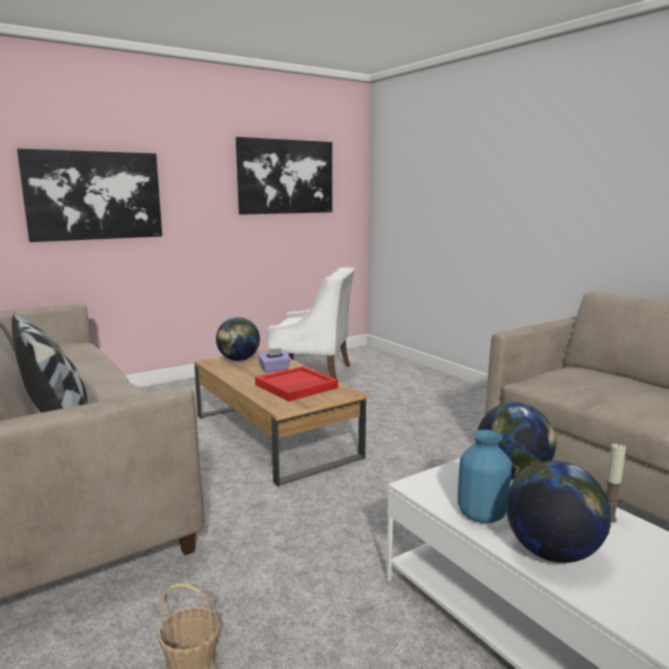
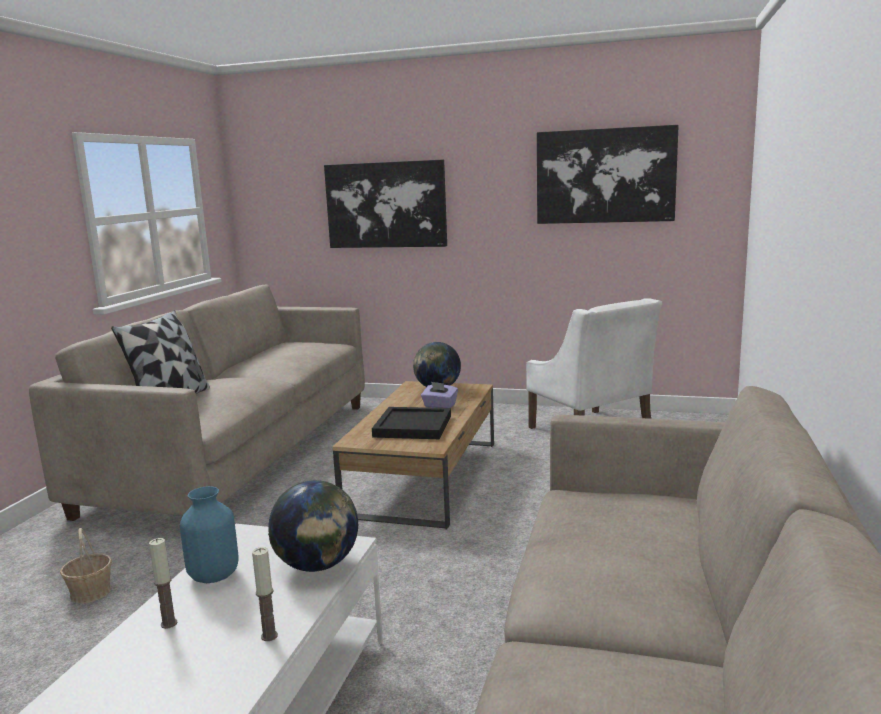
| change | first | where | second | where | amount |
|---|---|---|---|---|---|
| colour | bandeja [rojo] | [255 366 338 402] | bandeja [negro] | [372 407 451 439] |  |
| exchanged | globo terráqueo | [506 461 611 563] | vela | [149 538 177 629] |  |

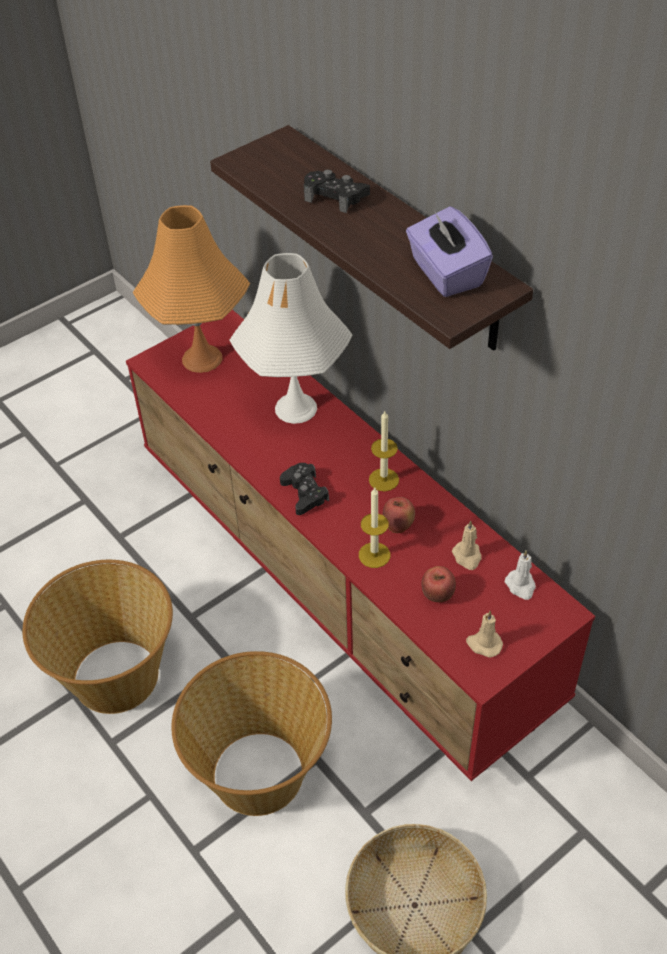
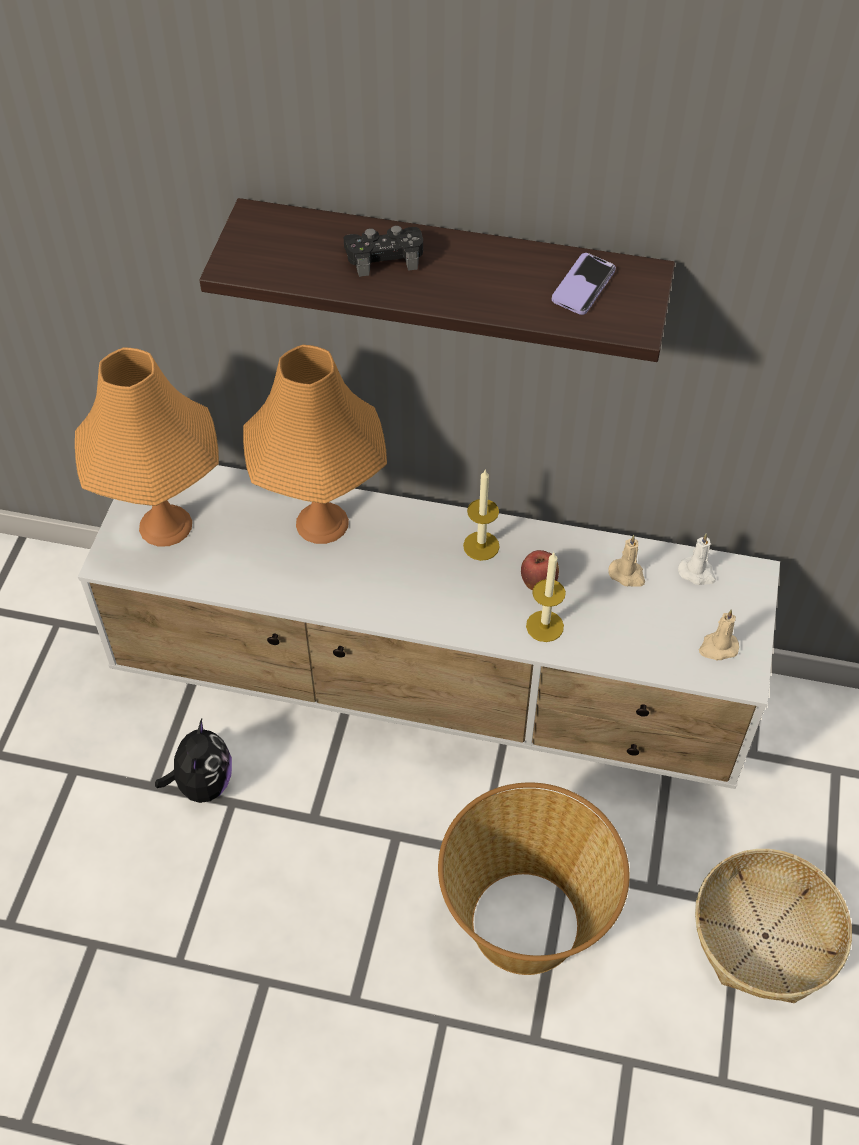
| change | first | where | second | where | amount |
|---|---|---|---|---|---|
| missing | cesta | [22 560 173 714] |  |  |  |
| colour | mueble de televisión [rojo] | [126 310 595 781] | mueble de televisión [blanco] | [78 465 780 789] |  |
| colour | lámpara de mesa [blanco] | [229 253 353 424] | lámpara de mesa [naranja] | [243 345 387 544] |  |
| missing | mando de consola [negro] | [280 463 329 515] |  |  |  |
| exchanged | caja de pañuelos [morado] | [406 206 493 297] | móvil | [551 253 616 315] |  |
| missing | manzana | [422 566 456 602] |  |  |  |
| appeared |  |  | peluche | [155 719 232 803] |  |

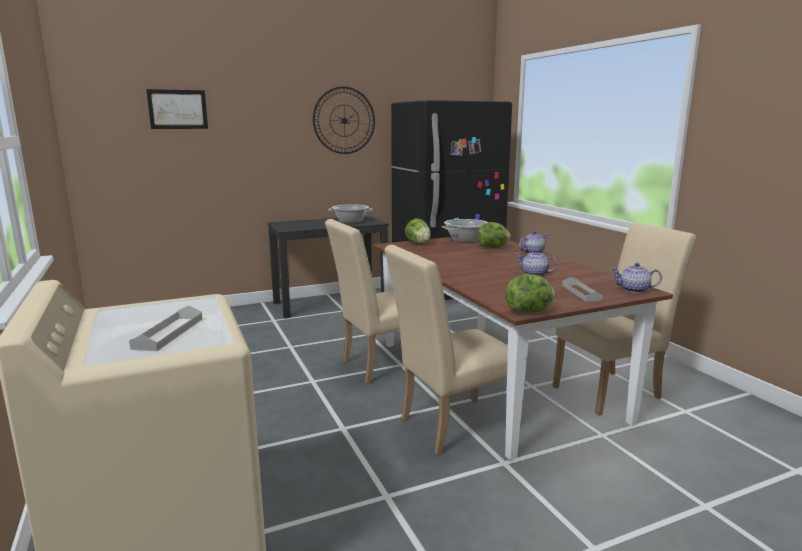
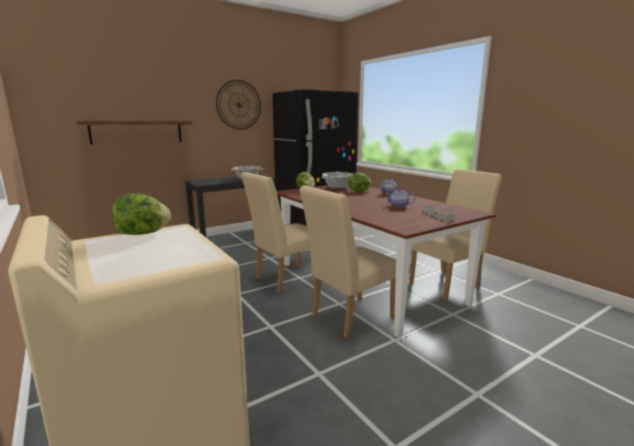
| change | first | where | second | where | amount |
|---|---|---|---|---|---|
| missing | bandeja [gris] | [129 305 202 351] |  |  |  |
| missing | cuadro | [146 89 208 129] |  |  |  |
| relocated | lechuga | [505 274 555 313] |  | [112 193 171 235] |  |
| missing | tetera | [611 263 662 293] |  |  |  |
| appeared |  |  | estante | [77 121 192 145] |  |

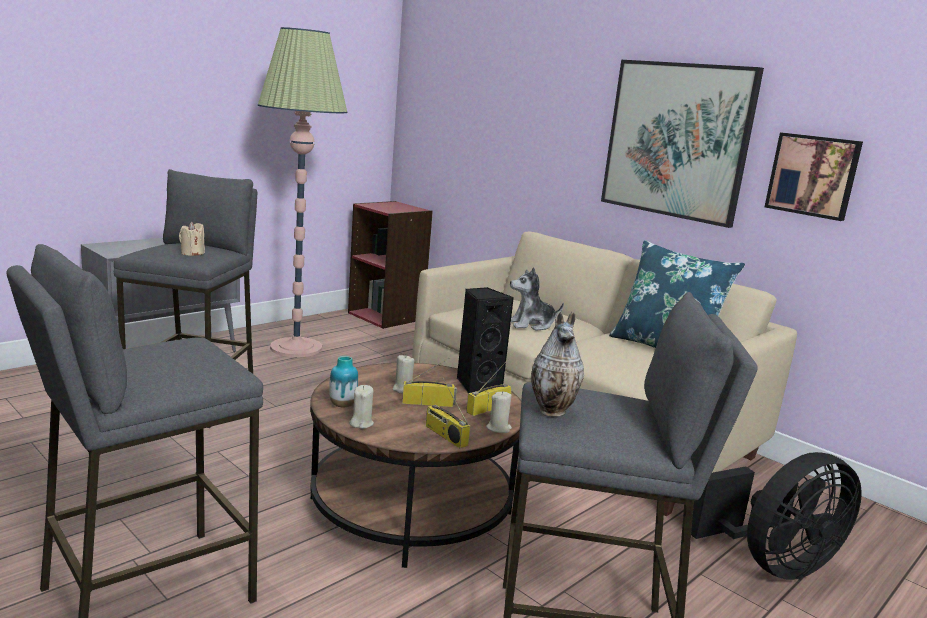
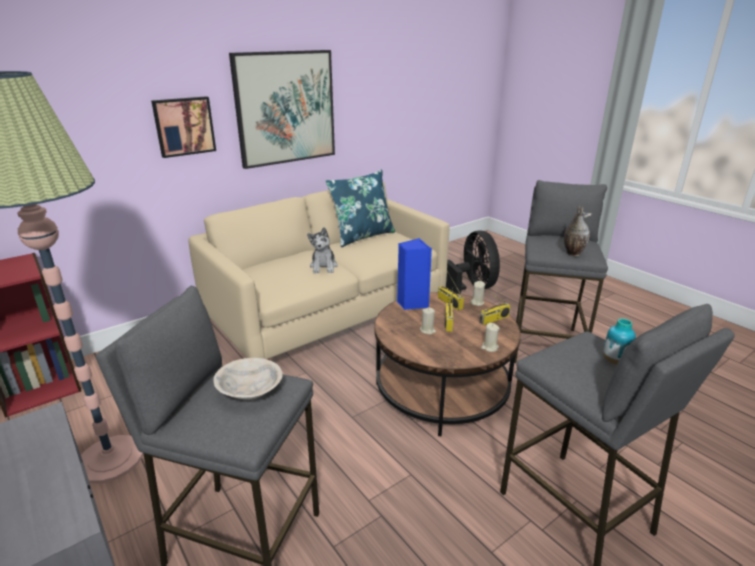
| change | first | where | second | where | amount |
|---|---|---|---|---|---|
| exchanged | vela [beis] | [179 222 205 256] | cuenco [beis] | [213 358 283 400] |  |
| relocated | florero | [329 356 358 408] |  | [603 318 636 365] |  |
| colour | altavoz [negro] | [457 287 514 393] | altavoz [azul] | [397 238 432 310] |  |
| relocated | cuadro | [765 133 863 221] |  | [151 96 216 158] |  |

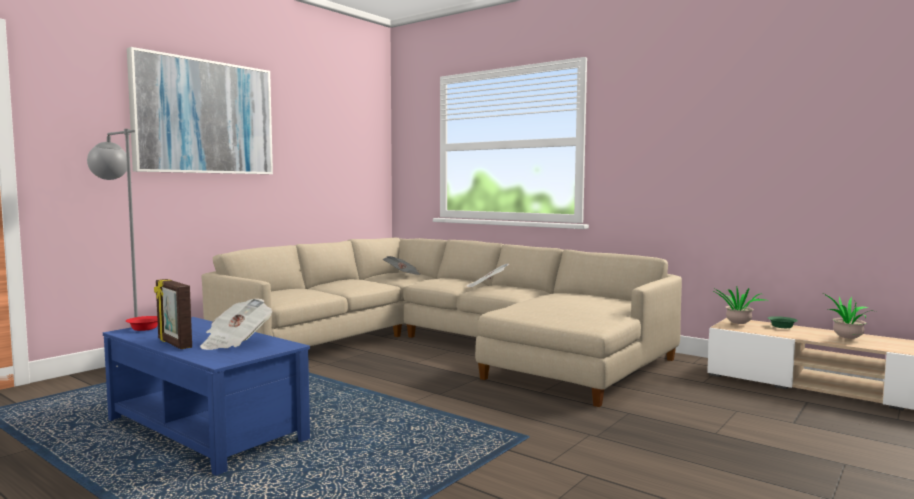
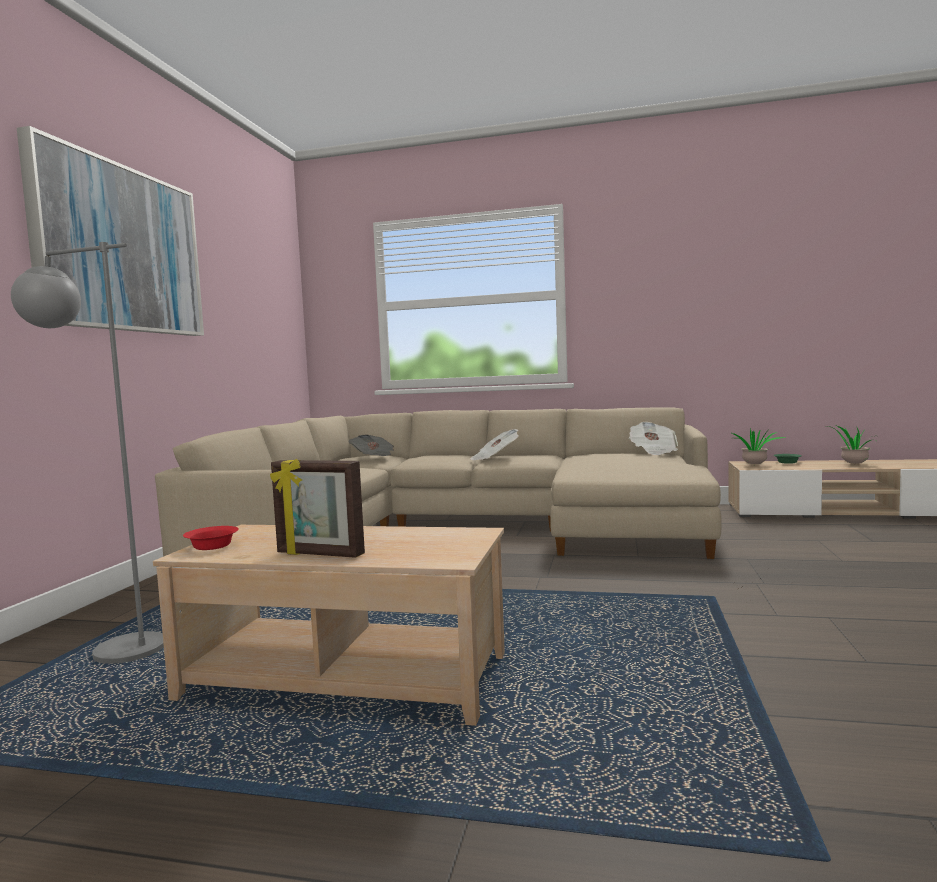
| change | first | where | second | where | amount |
|---|---|---|---|---|---|
| colour | mesa de centro [azul] | [103 317 310 476] | mesa de centro [beis] | [153 525 505 726] |  |
| relocated | periódico | [200 298 272 350] |  | [629 422 678 455] |  |

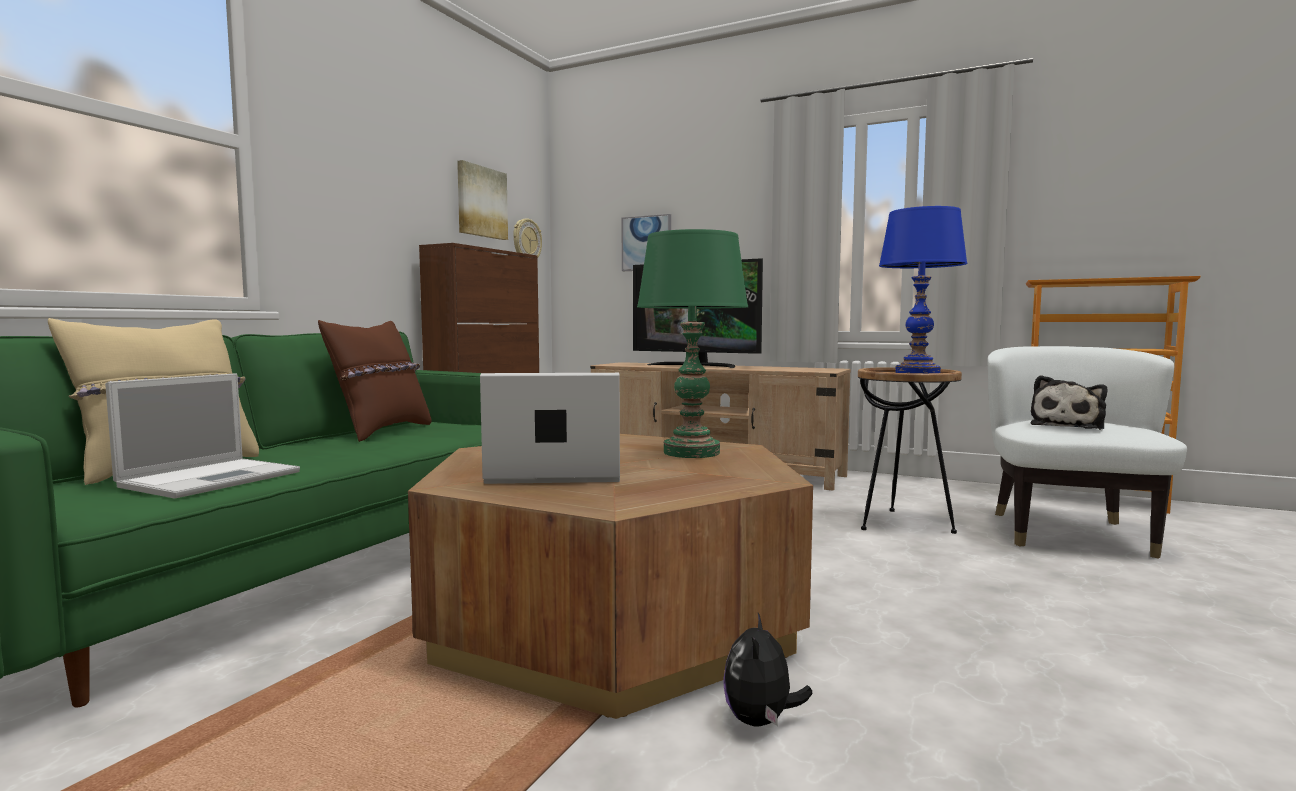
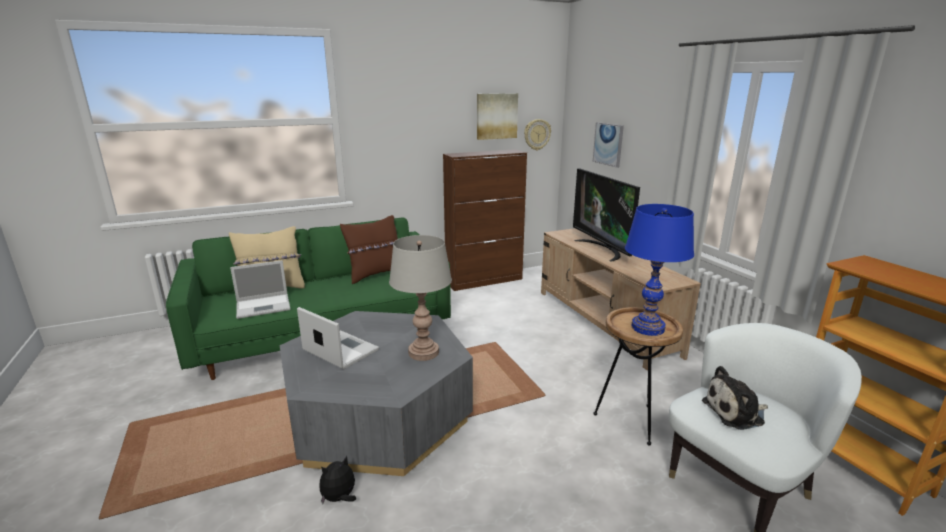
| change | first | where | second | where | amount |
|---|---|---|---|---|---|
| colour | mesa de centro [marrón] | [408 434 813 719] | mesa de centro [gris] | [280 311 473 476] |  |
| colour | lámpara de mesa [verde] | [637 229 748 458] | lámpara de mesa [gris] | [389 235 452 361] |  |

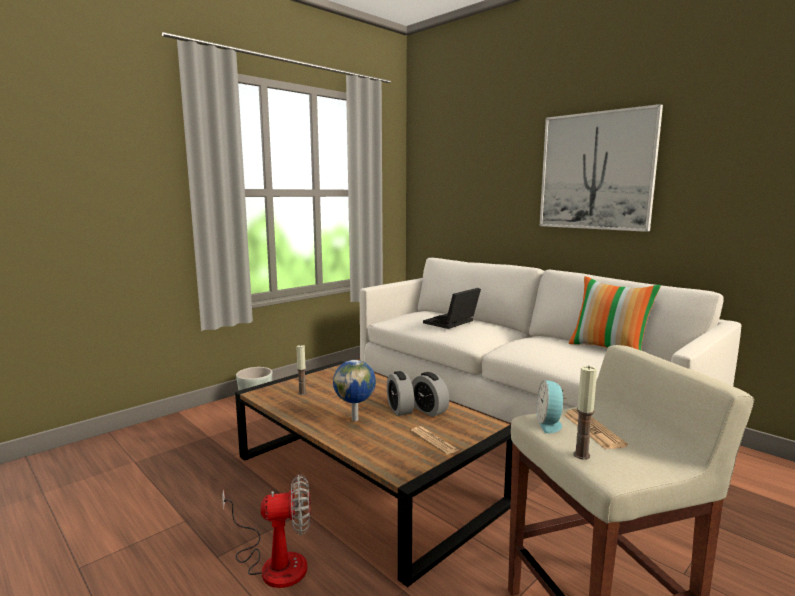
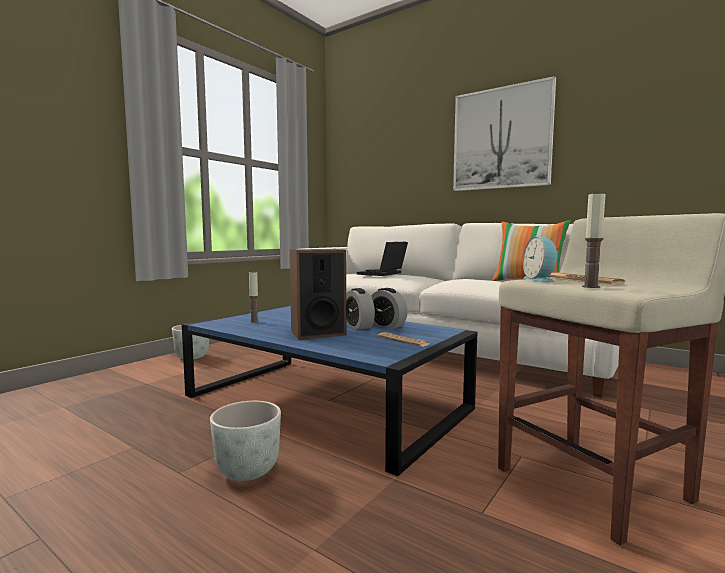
| change | first | where | second | where | amount |
|---|---|---|---|---|---|
| exchanged | ventilador | [222 475 311 588] | maceta [gris] | [210 401 281 481] |  |
| colour | mesa de centro [marrón] | [235 361 512 587] | mesa de centro [azul] | [182 306 477 476] |  |
| exchanged | globo terráqueo | [333 360 376 421] | altavoz | [290 249 346 339] |  |

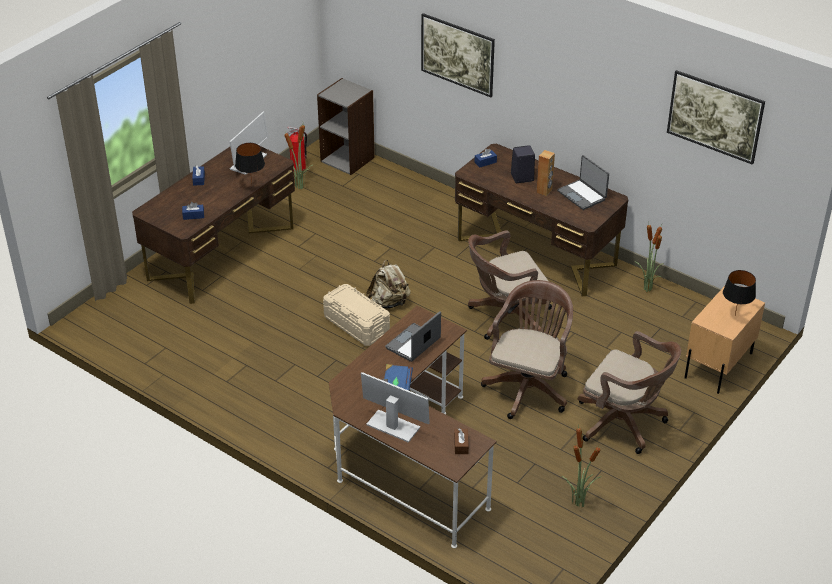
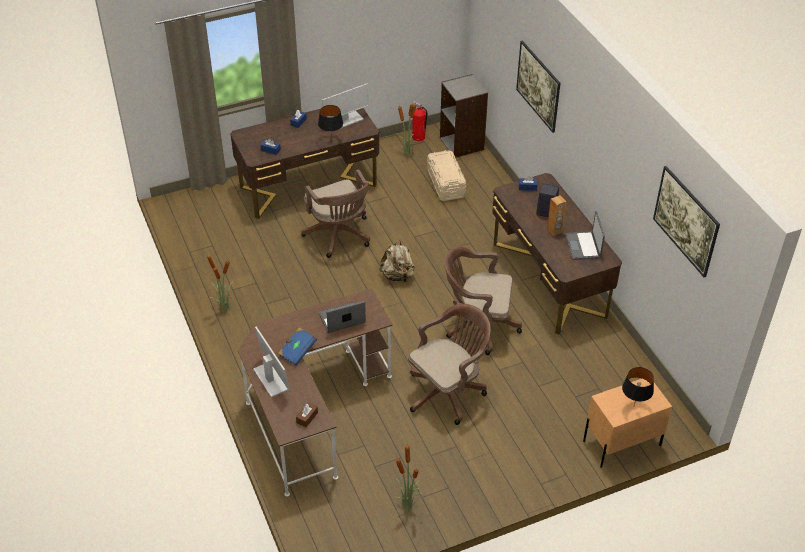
| change | first | where | second | where | amount |
|---|---|---|---|---|---|
| relocated | caja de almacenaje [beis] | [323 284 390 346] |  | [427 150 466 201] |  |
| relocated | silla de oficina [marrón] | [578 331 681 454] |  | [301 169 370 258] |  |
| relocated | planta en maceta | [634 222 663 293] |  | [207 253 233 313] |  |

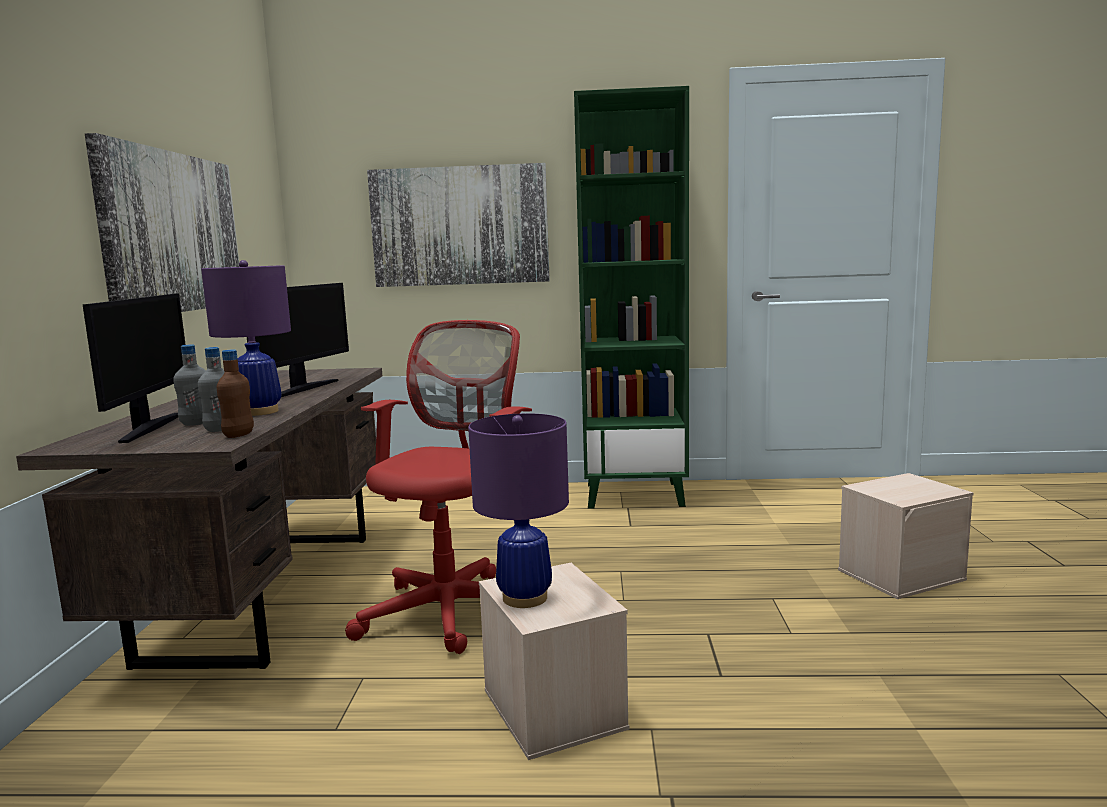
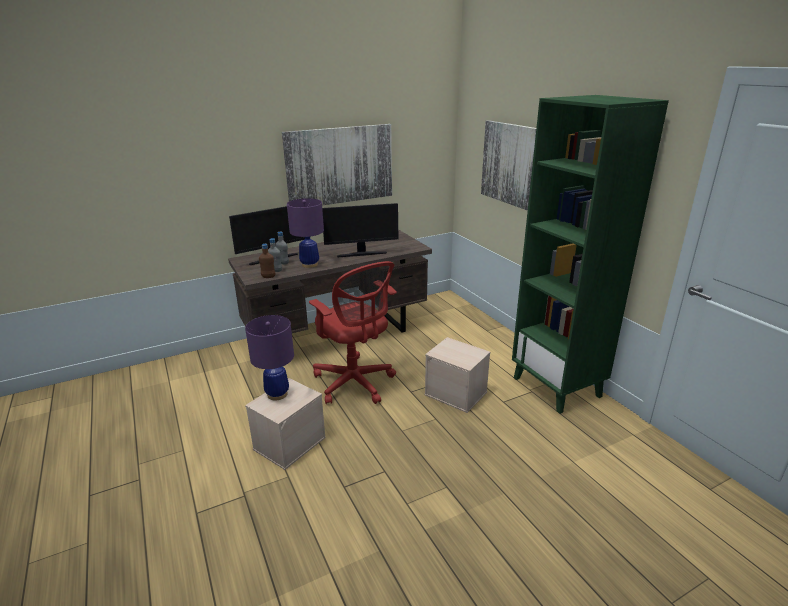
| change | first | where | second | where | amount |
|---|---|---|---|---|---|
| spun | silla de oficina [rojo] | [345 320 532 654] |  | [309 261 397 404] | 60 degrees clockwise |
| relocated | caja de almacenaje [beis] | [838 473 973 599] |  | [424 337 490 413] |  |

